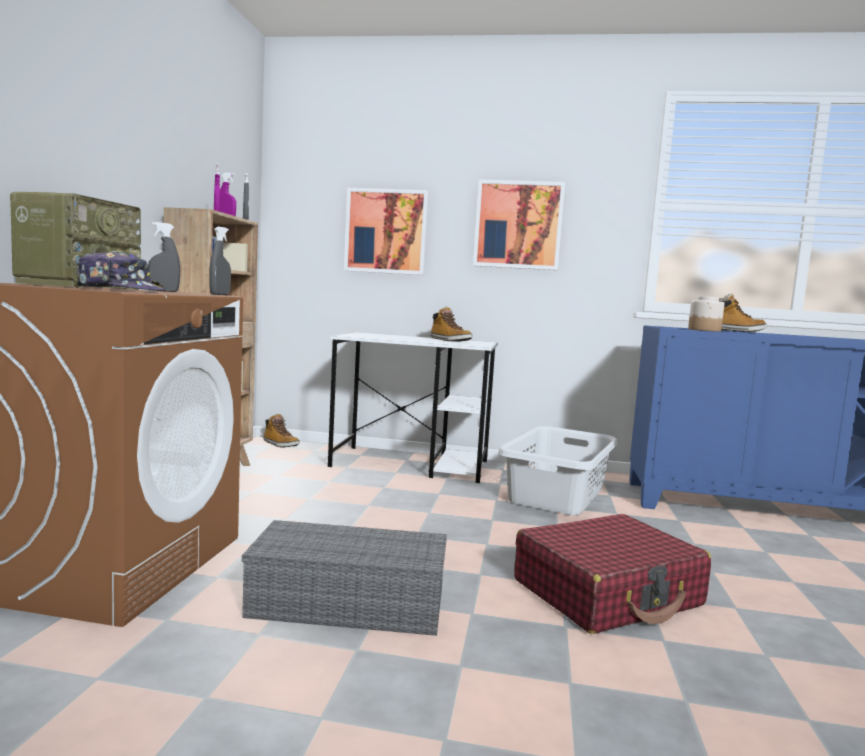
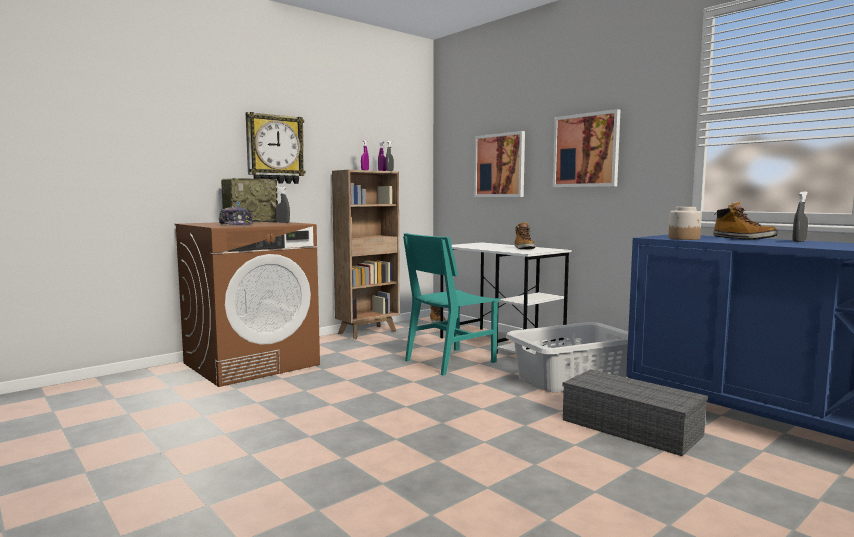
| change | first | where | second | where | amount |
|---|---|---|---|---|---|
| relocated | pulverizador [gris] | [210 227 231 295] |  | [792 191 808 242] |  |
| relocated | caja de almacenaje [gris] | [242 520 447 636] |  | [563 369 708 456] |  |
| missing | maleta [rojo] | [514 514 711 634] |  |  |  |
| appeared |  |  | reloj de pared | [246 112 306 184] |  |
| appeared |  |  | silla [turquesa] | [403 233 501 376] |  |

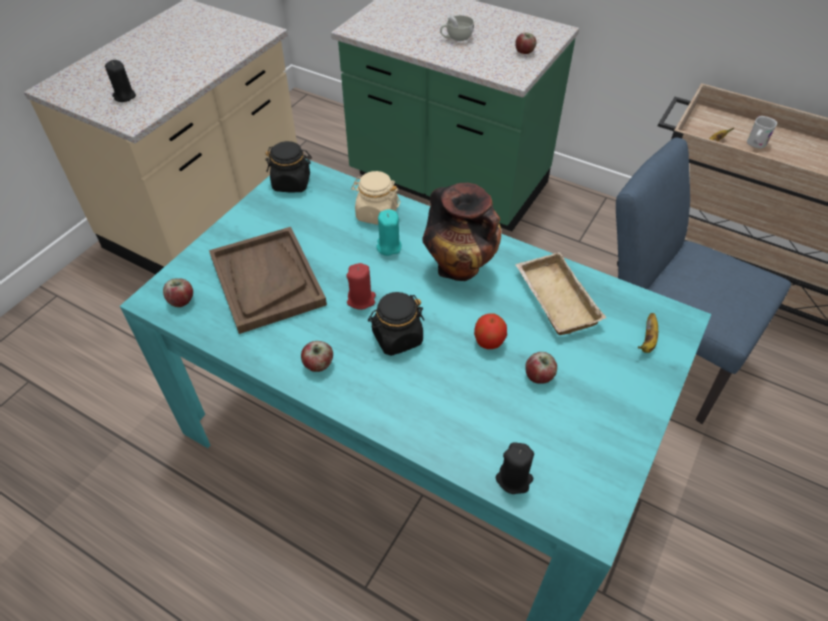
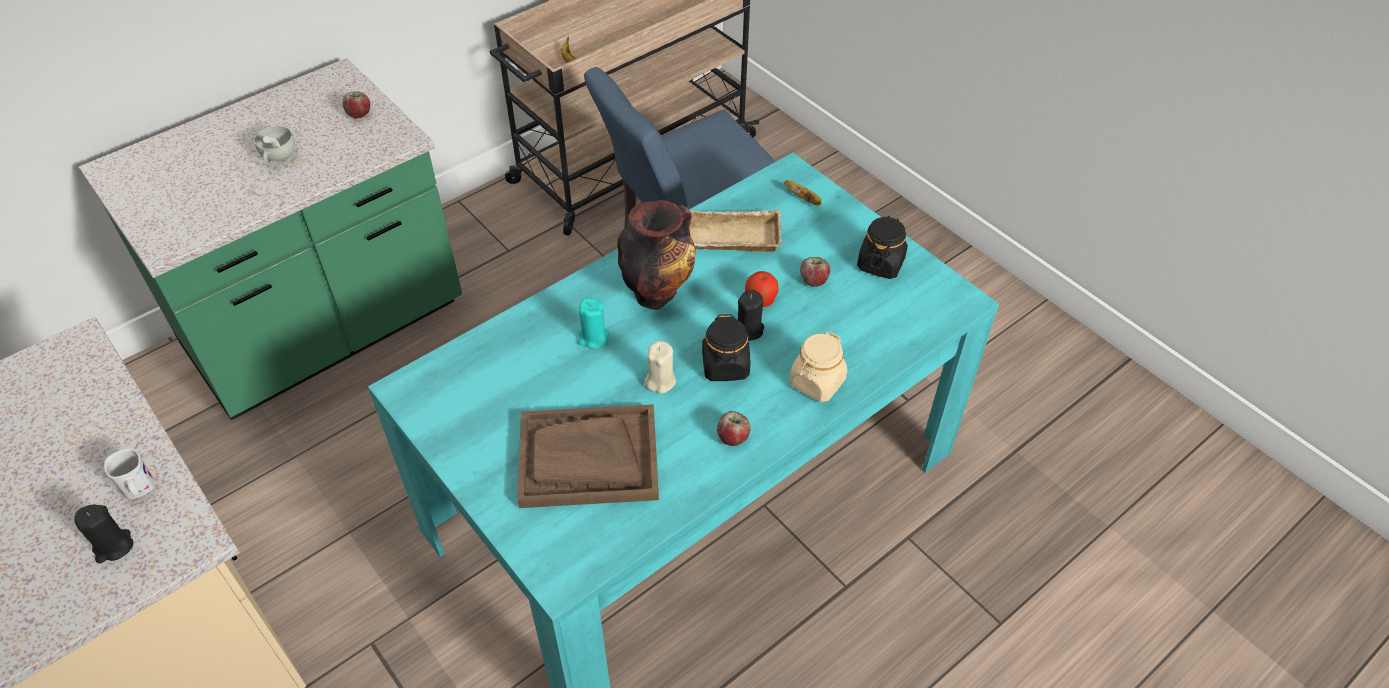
| change | first | where | second | where | amount |
|---|---|---|---|---|---|
| missing | manzana | [163 278 193 307] |  |  |  |
| relocated | tarro [negro] | [265 141 312 192] |  | [857 216 908 279] |  |
| colour | vela [rojo] | [346 263 376 310] | vela [beis] | [645 341 676 394] |  |
| relocated | tarro [beis] | [351 171 400 225] |  | [790 331 847 402] |  |
| relocated | vela [negro] | [496 442 534 494] |  | [738 290 764 341] |  |
| relocated | taza grande [blanco] | [747 116 777 149] |  | [104 448 154 499] |  |

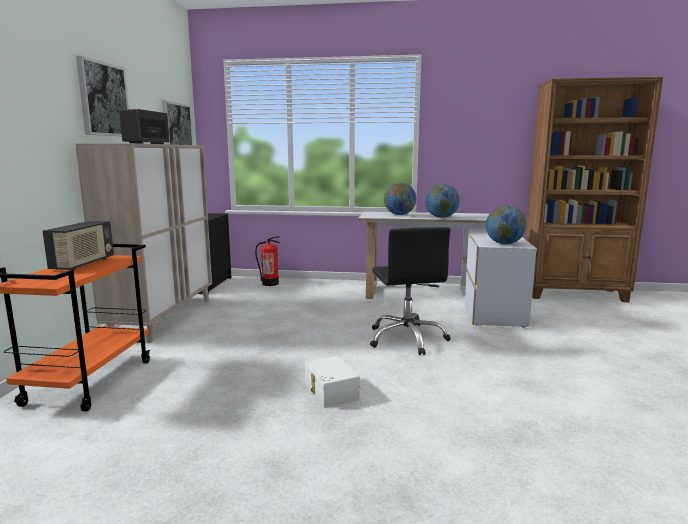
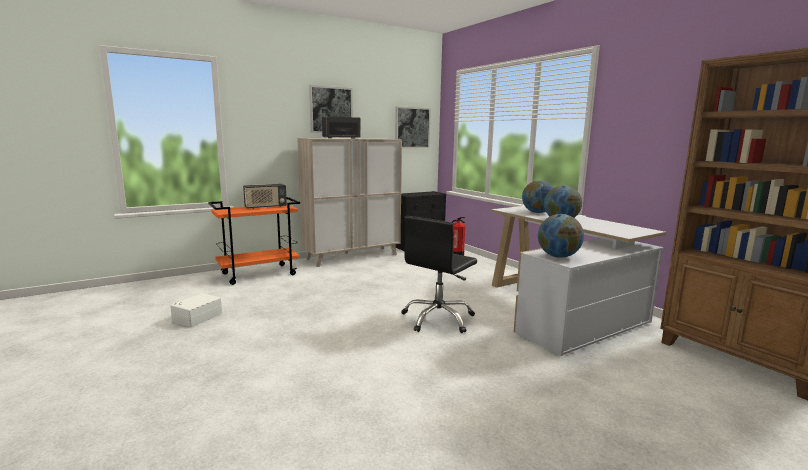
| change | first | where | second | where | amount |
|---|---|---|---|---|---|
| relocated | caja de almacenaje [blanco] | [305 356 360 408] |  | [170 293 222 327] |  |

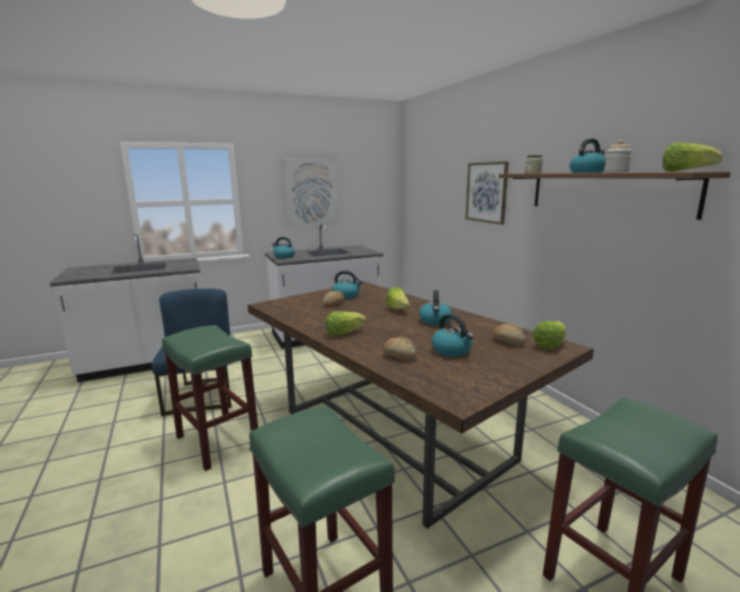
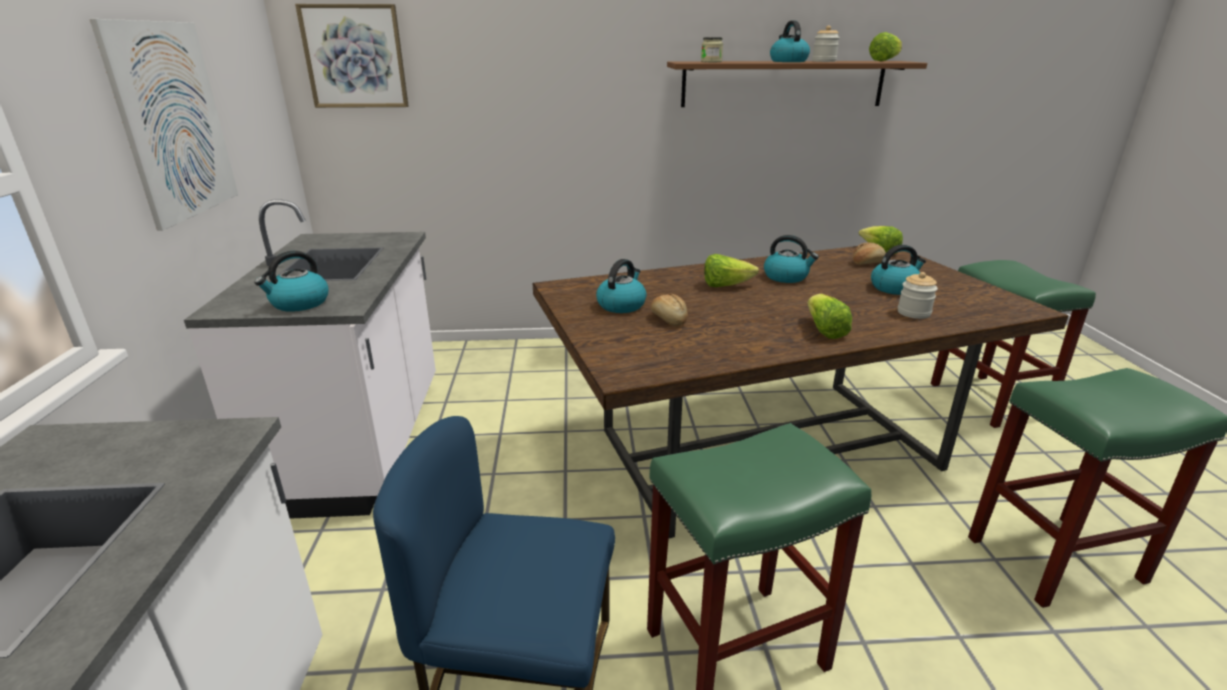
| change | first | where | second | where | amount |
|---|---|---|---|---|---|
| exchanged | pan | [383 336 416 361] | tarro | [898 272 938 319] |  |
| relocated | cuadro | [466 162 509 225] |  | [295 4 409 108] |  |

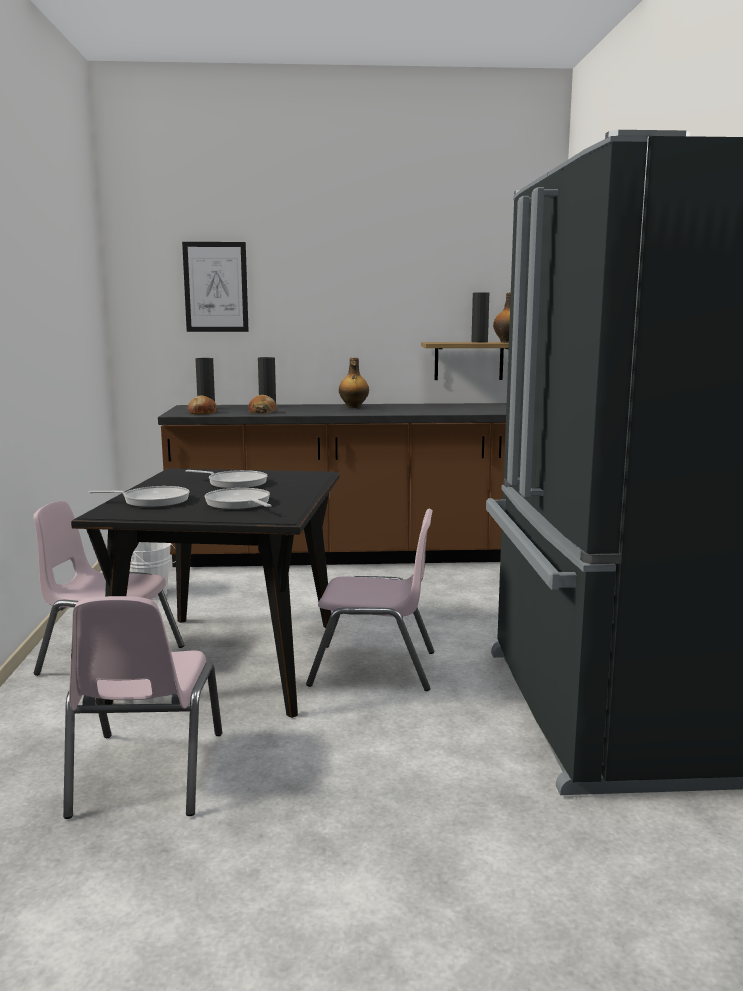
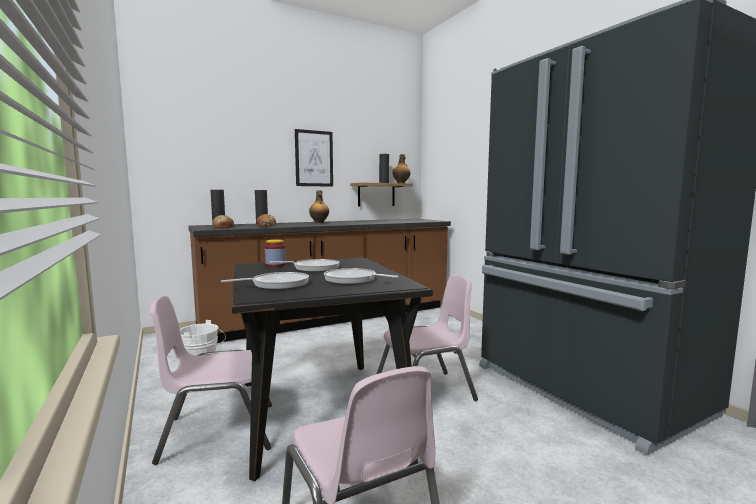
| change | first | where | second | where | amount |
|---|---|---|---|---|---|
| relocated | cuadro | [182 242 249 332] |  | [295 129 333 187] |  |
| appeared |  |  | tarro | [265 239 286 267] |  |

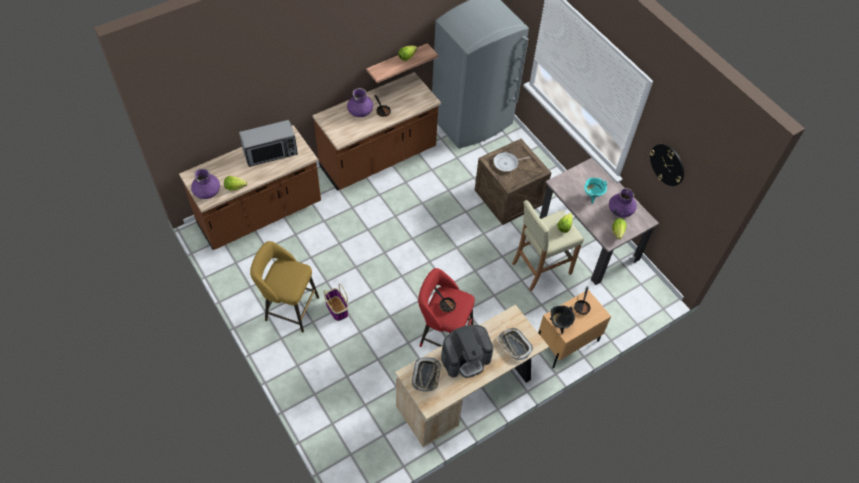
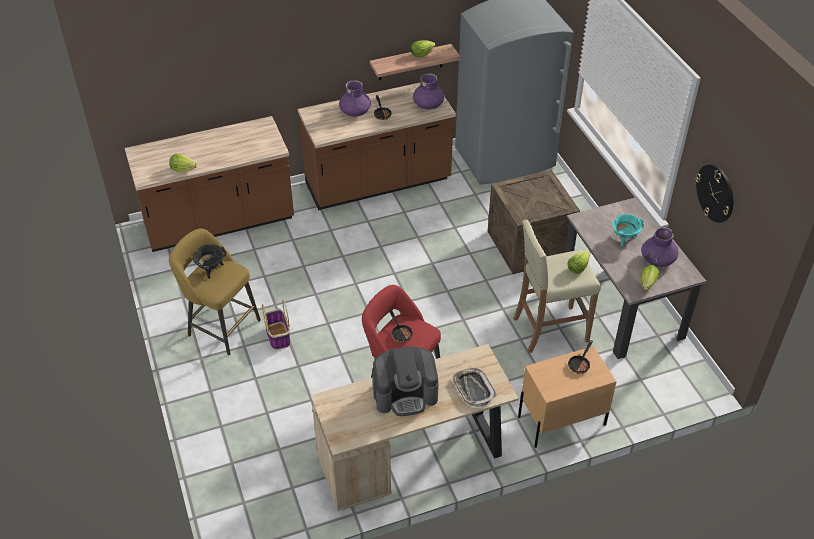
| change | first | where | second | where | amount |
|---|---|---|---|---|---|
| relocated | florero [morado] | [191 168 220 199] |  | [413 73 444 110] |  |
| missing | microondas | [239 120 298 167] |  |  |  |
| missing | bandeja | [412 357 441 392] |  |  |  |
| missing | sartén | [493 152 531 172] |  |  |  |
| relocated | olla [negro] | [550 305 575 334] |  | [193 244 226 279] |  |

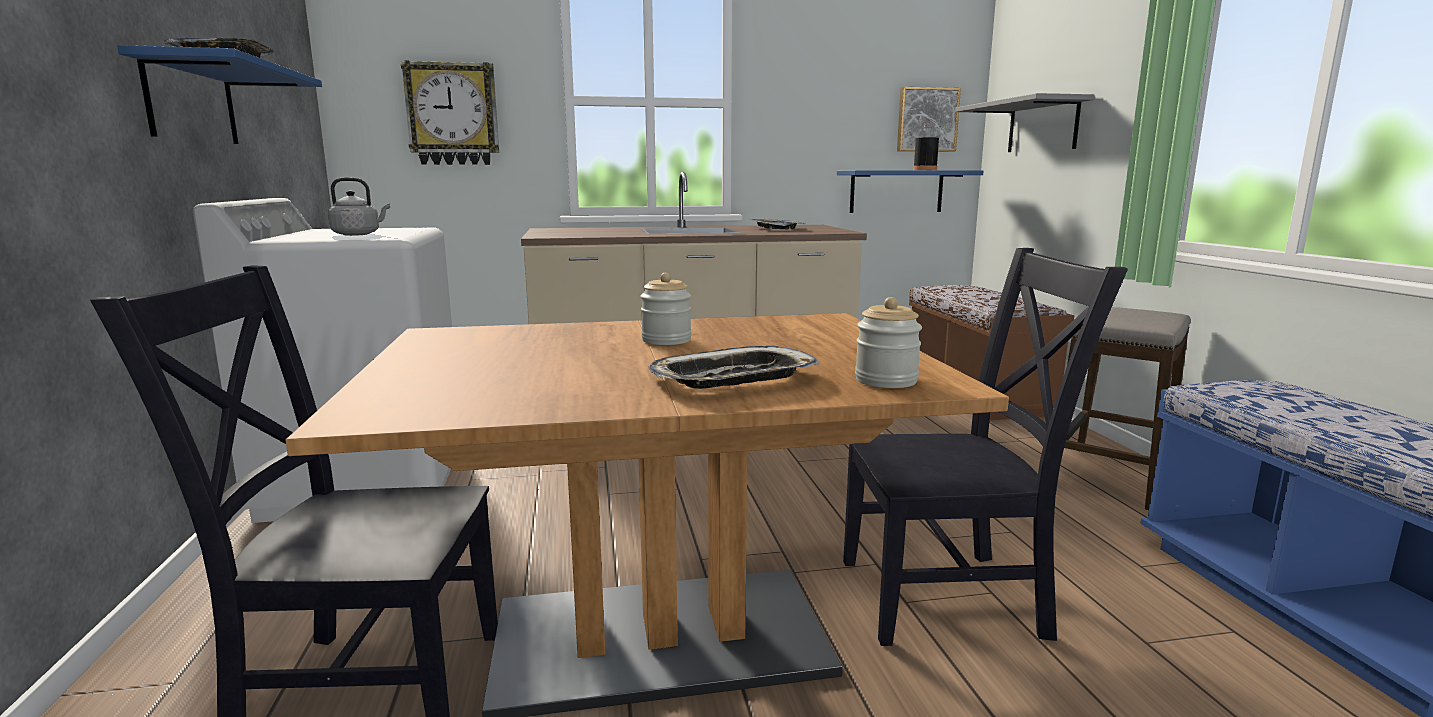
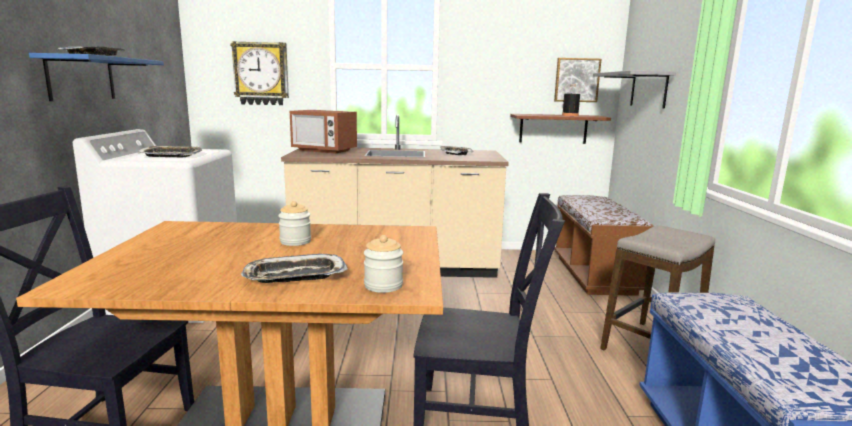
| change | first | where | second | where | amount |
|---|---|---|---|---|---|
| exchanged | hervidor [gris] | [328 177 390 236] | bandeja | [138 146 202 157] |  |
| colour | estante [azul] | [837 170 983 213] | estante [marrón] | [510 114 611 144] |  |
| appeared |  |  | microondas | [290 110 357 154] |  |

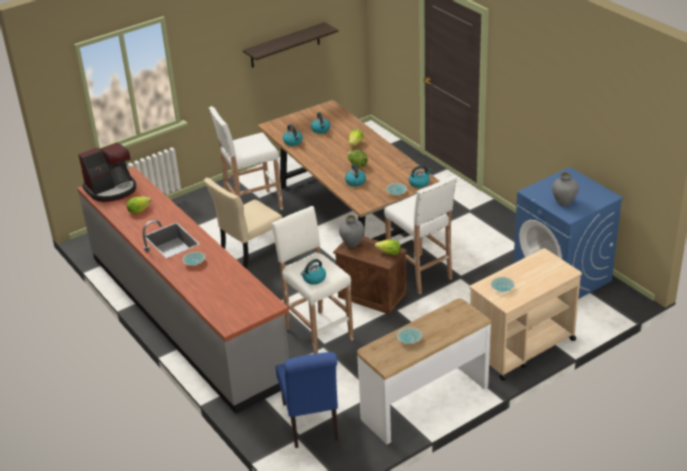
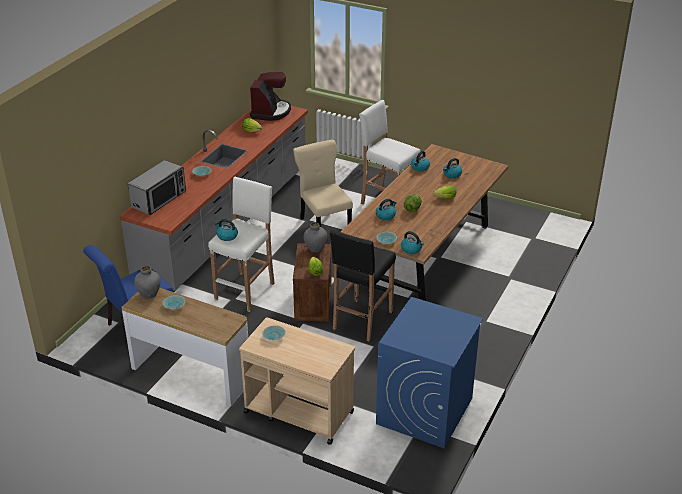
| change | first | where | second | where | amount |
|---|---|---|---|---|---|
| spun | cafetera | [78 143 136 202] |  | [250 72 291 121] | 105 degrees counterclockwise |
| spun | silla [beis] | [204 178 282 269] |  | [293 140 353 227] | 45 degrees clockwise |
| missing | estante | [243 22 338 68] |  |  |  |
| colour | taburete [blanco] | [384 175 457 295] | taburete [negro] | [330 230 396 341] |  |
| relocated | florero [gris] | [552 172 579 206] |  | [134 266 161 299] |  |
| appeared |  |  | microondas | [128 160 186 215] |  |

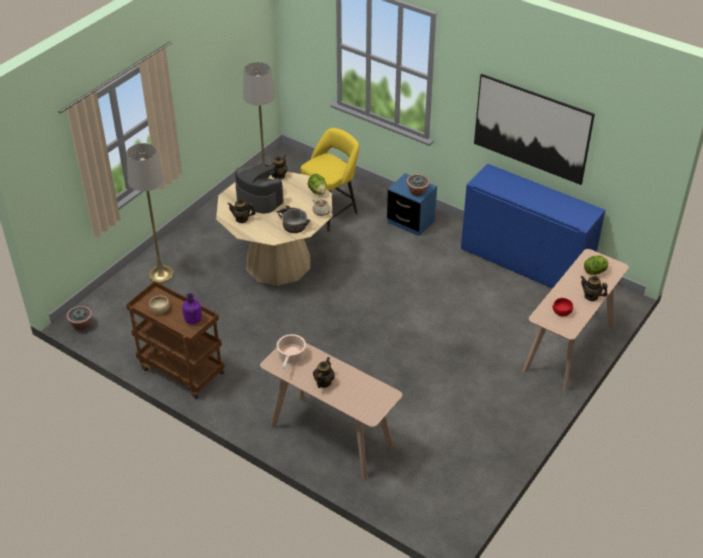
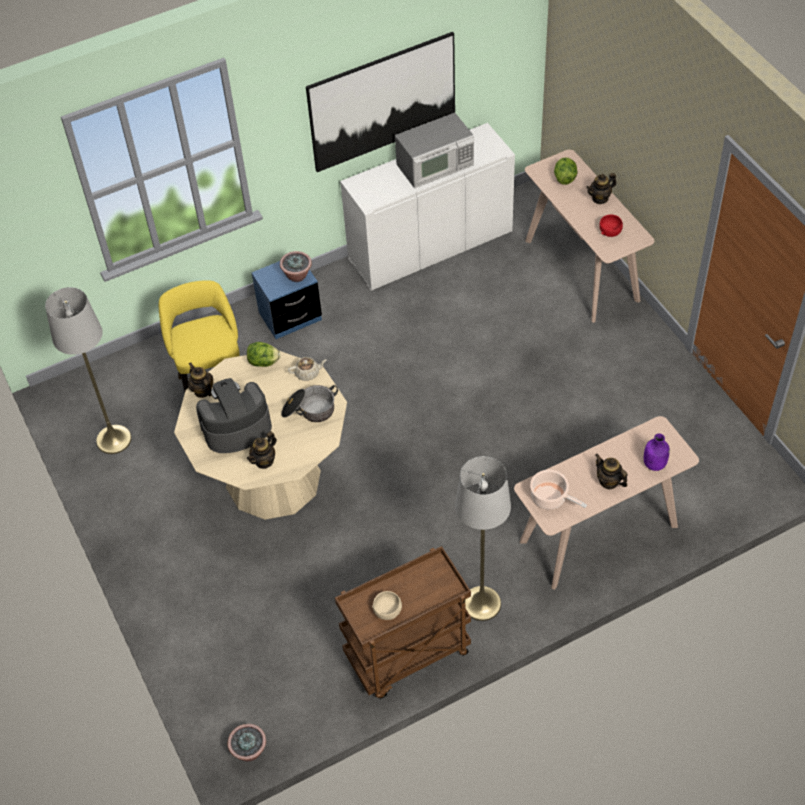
| change | first | where | second | where | amount |
|---|---|---|---|---|---|
| relocated | lámpara de pie [gris] | [126 143 174 283] |  | [455 456 511 621] |  |
| relocated | botella [morado] | [182 293 202 324] |  | [644 433 670 471] |  |
| colour | armario [azul] | [461 164 605 289] | armario [blanco] | [340 123 515 291] |  |
| appeared |  |  | microondas | [395 113 475 188] |  |

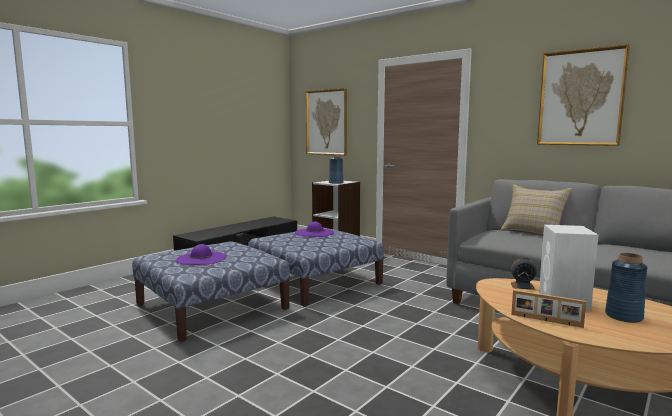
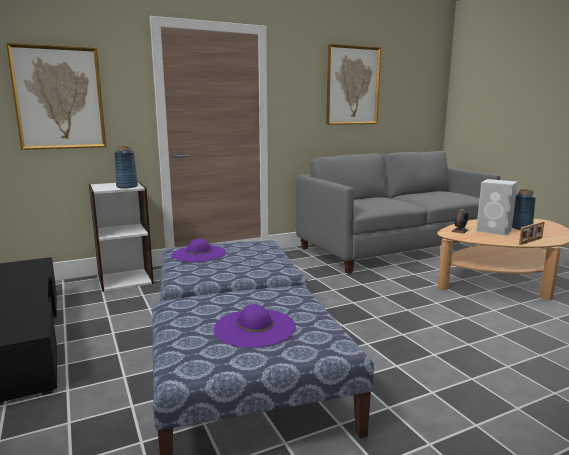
| change | first | where | second | where | amount |
|---|---|---|---|---|---|
| missing | cojín [beis] | [501 184 572 234] |  |  |  |

